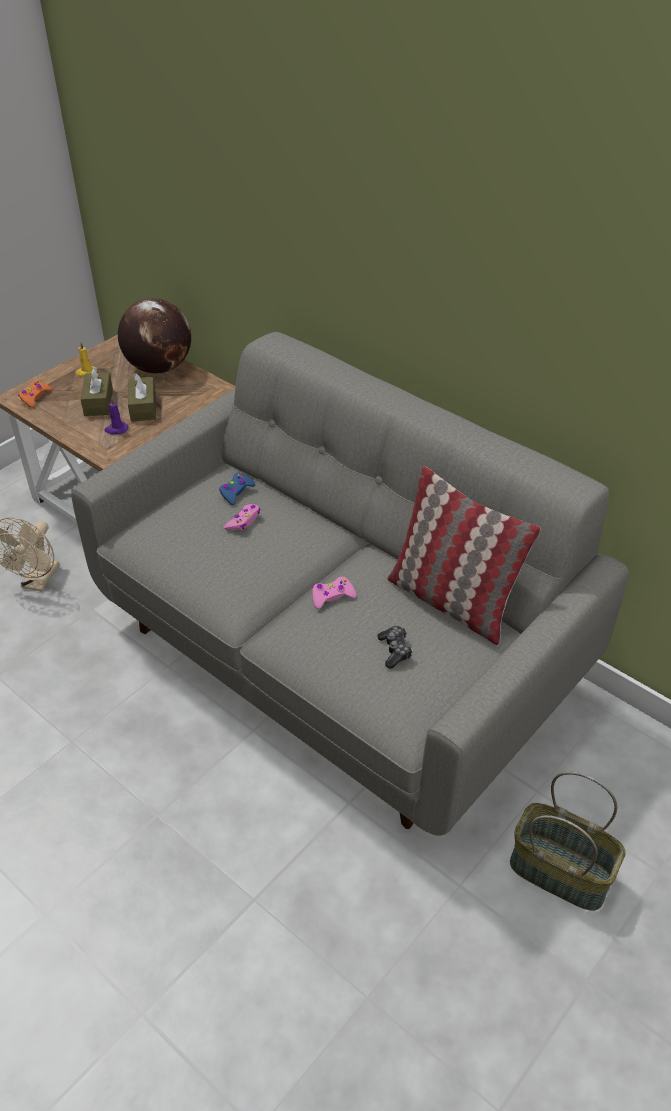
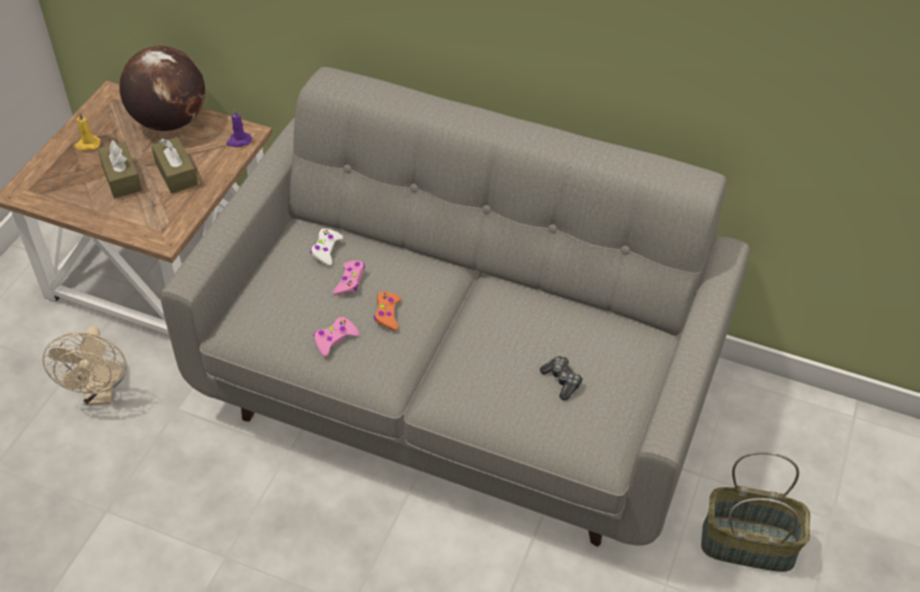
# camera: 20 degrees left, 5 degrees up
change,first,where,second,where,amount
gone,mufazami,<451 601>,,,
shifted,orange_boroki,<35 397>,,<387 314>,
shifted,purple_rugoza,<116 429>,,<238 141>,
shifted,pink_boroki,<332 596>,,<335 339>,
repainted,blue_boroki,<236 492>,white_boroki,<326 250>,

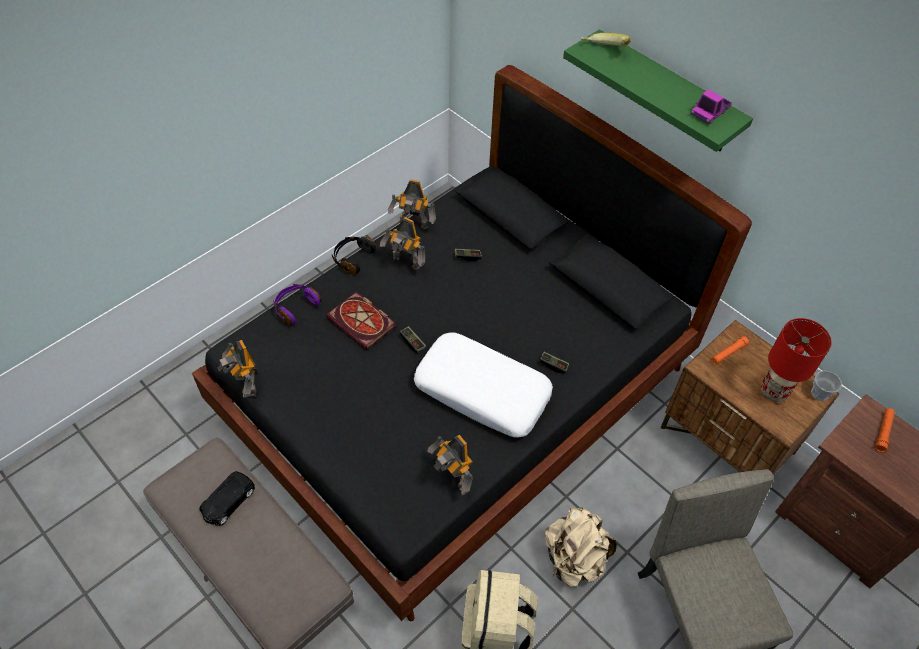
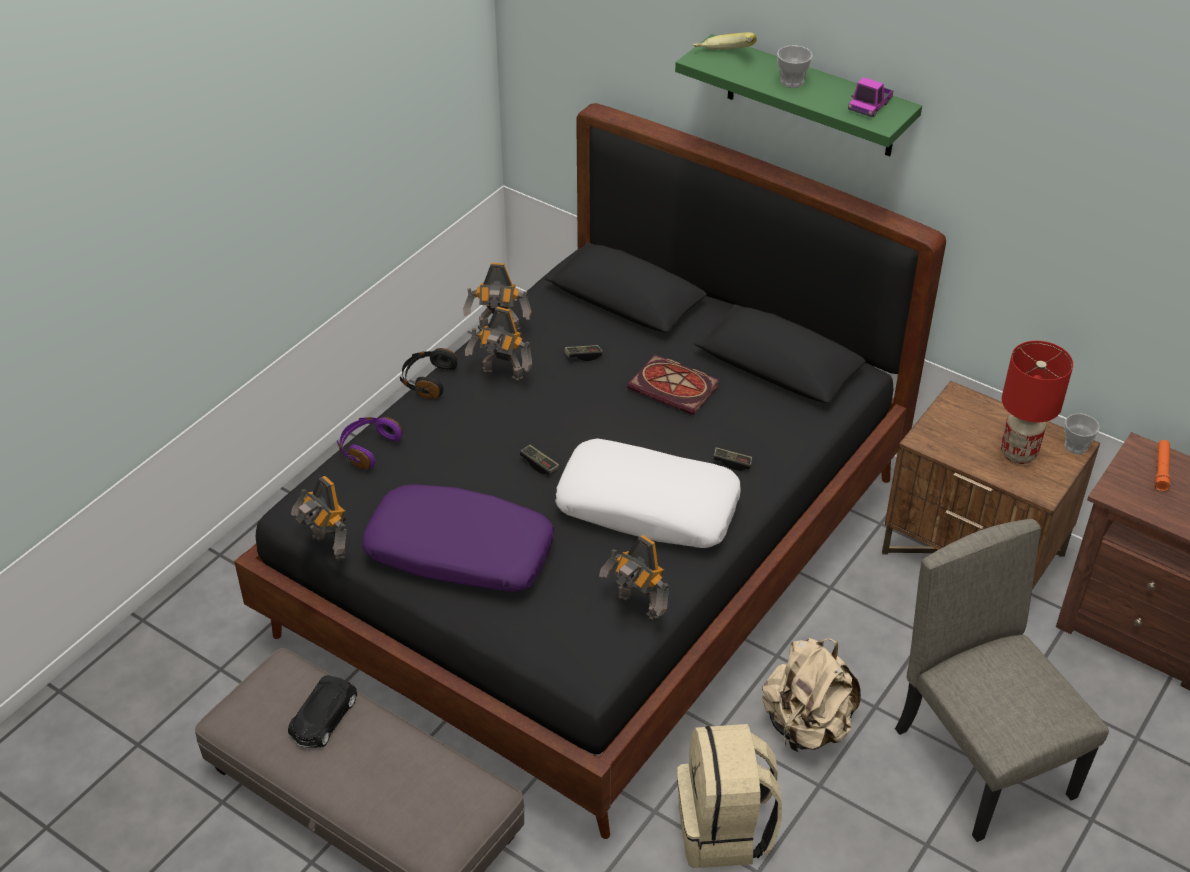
# camera: 10 degrees left, 10 degrees down
change,first,where,second,where,amount
gone,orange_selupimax,<728 353>,,,
new,,,purple_mufazami,<459 553>,
new,,,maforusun,<792 82>,
shifted,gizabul,<363 322>,,<676 388>,

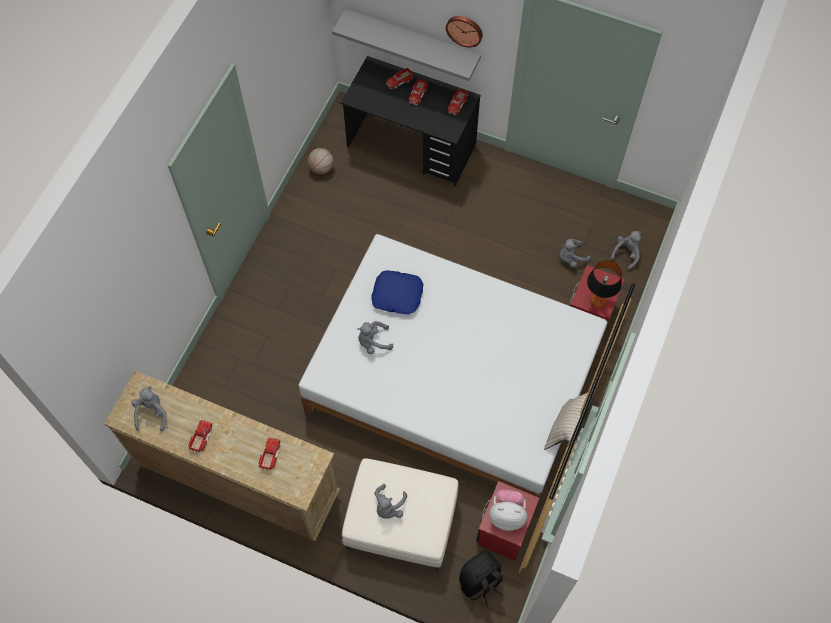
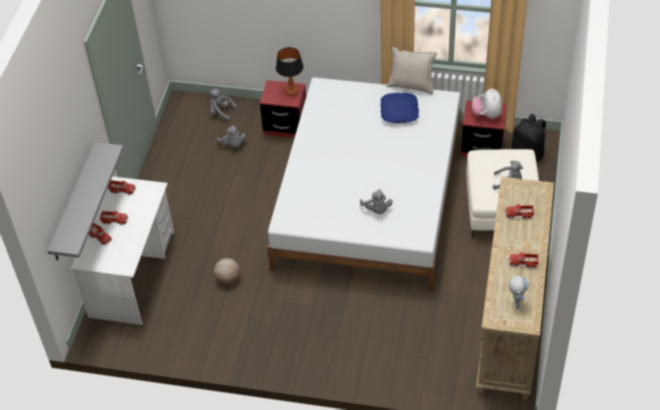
# camera: 100 degrees left, 15 degrees down
change,first,where,second,where,amount
gone,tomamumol,<465 30>,,,
shifted,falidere,<321 168>,,<228 279>,
shifted,blue_mufazami,<397 295>,,<399 111>,
swapped,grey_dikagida,<152 413>,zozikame,<516 303>,
repainted,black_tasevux,<411 146>,white_tasevux,<133 274>,

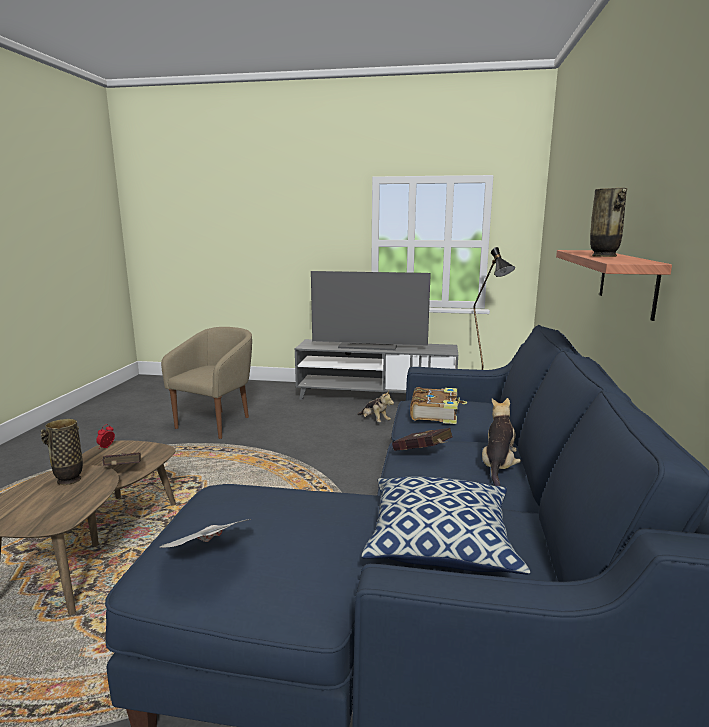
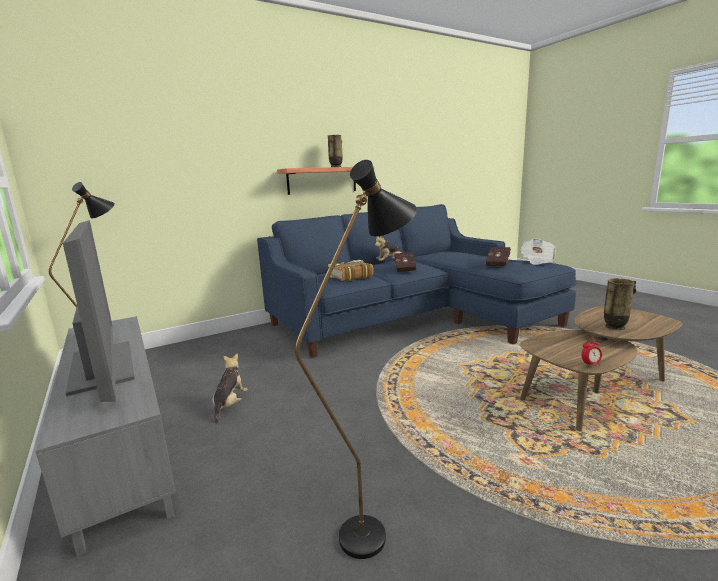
# camera: 130 degrees left, 0 degrees up
change,first,where,second,where,amount
gone,mufazami,<441 543>,,,
shifted,red_gizabul,<123 472>,,<498 264>,
swapped,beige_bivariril,<217 423>,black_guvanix,<374 527>,

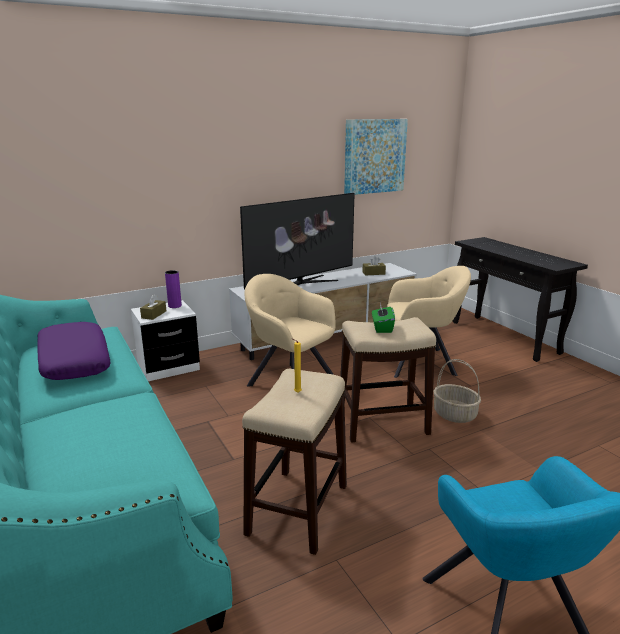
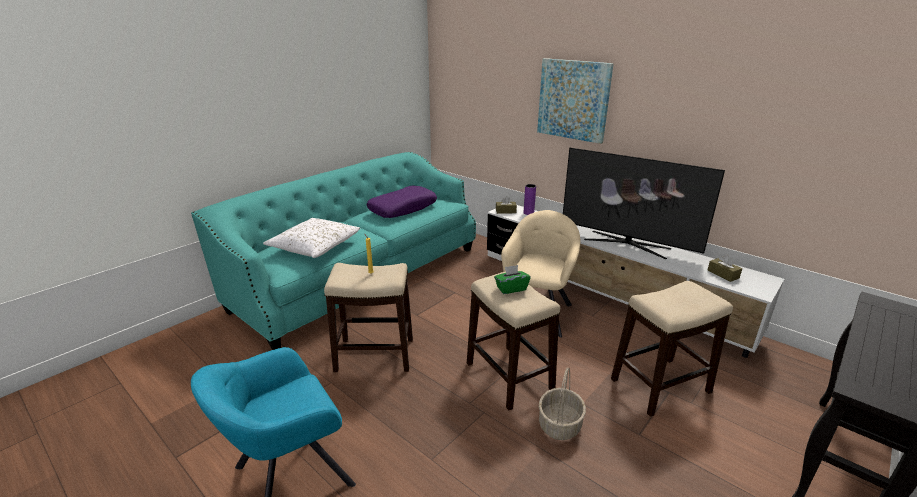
# camera: 70 degrees right, 5 degrees up
change,first,where,second,where,amount
new,,,white_mufazami,<315 246>,
shifted,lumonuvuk,<374 156>,,<573 100>,
swapped,beige_bivariril,<421 362>,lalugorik,<659 386>,

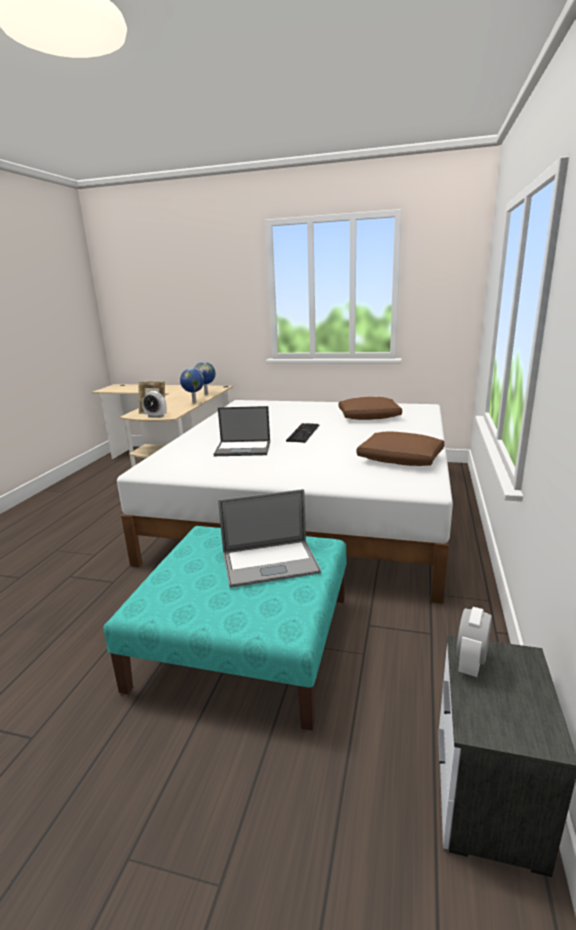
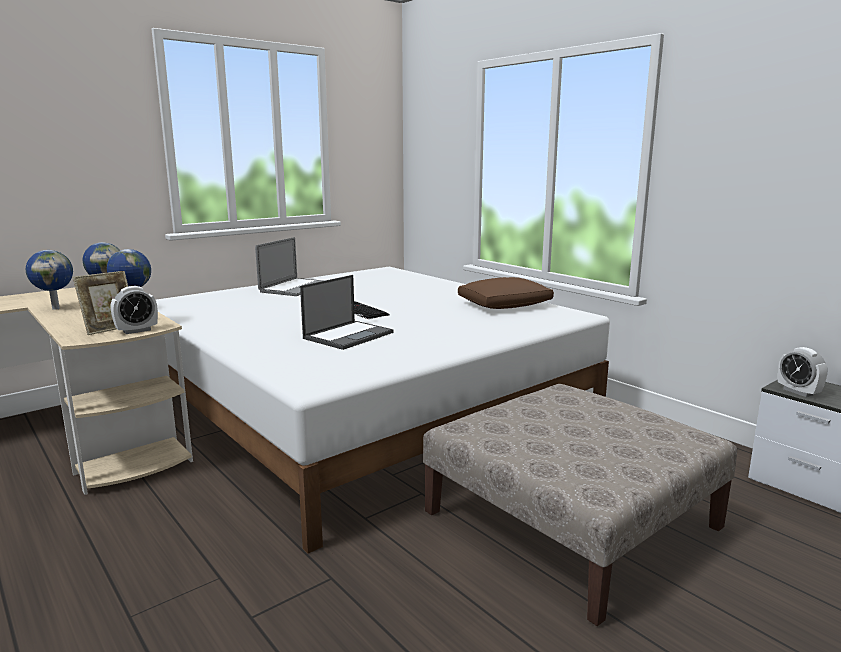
# camera: 55 degrees left, 5 degrees down
change,first,where,second,where,amount
gone,brown_mufazami,<369 417>,,,
new,,,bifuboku,<56 308>,
shifted,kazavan,<270 563>,,<296 287>,
repainted,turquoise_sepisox,<246 641>,beige_sepisox,<571 519>,

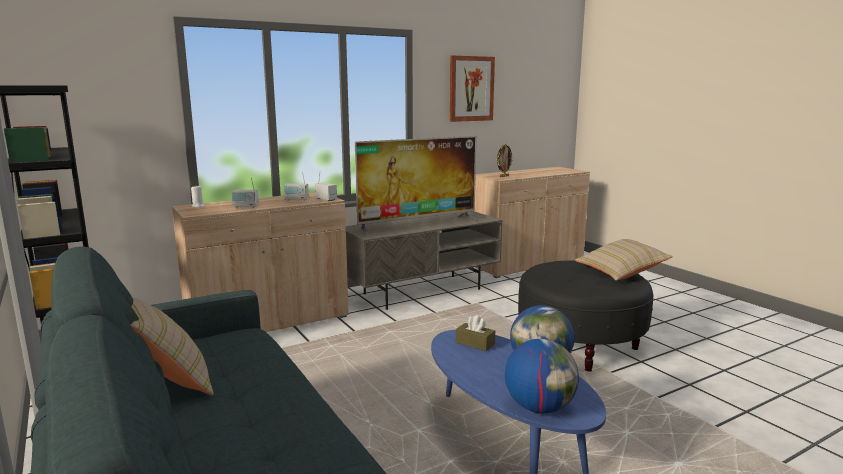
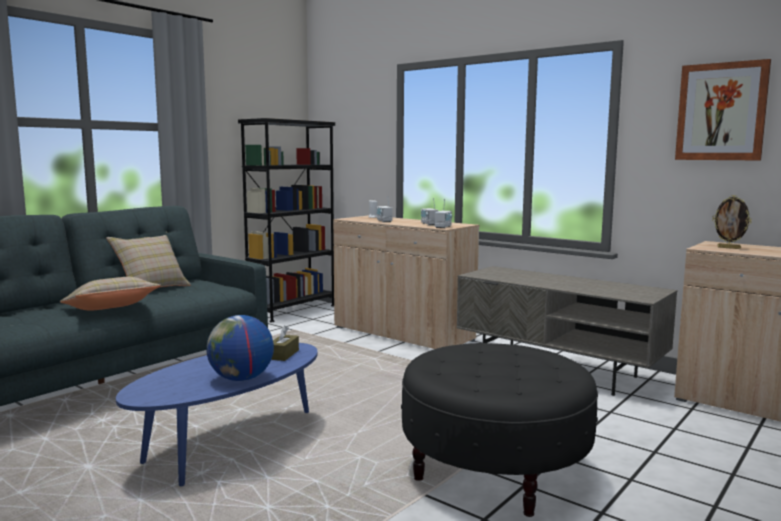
# camera: 70 degrees right, 5 degrees down
change,first,where,second,where,amount
gone,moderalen,<418 225>,,,
gone,bifuboku,<539 407>,,,
shifted,beige_mufazami,<621 272>,,<111 310>,

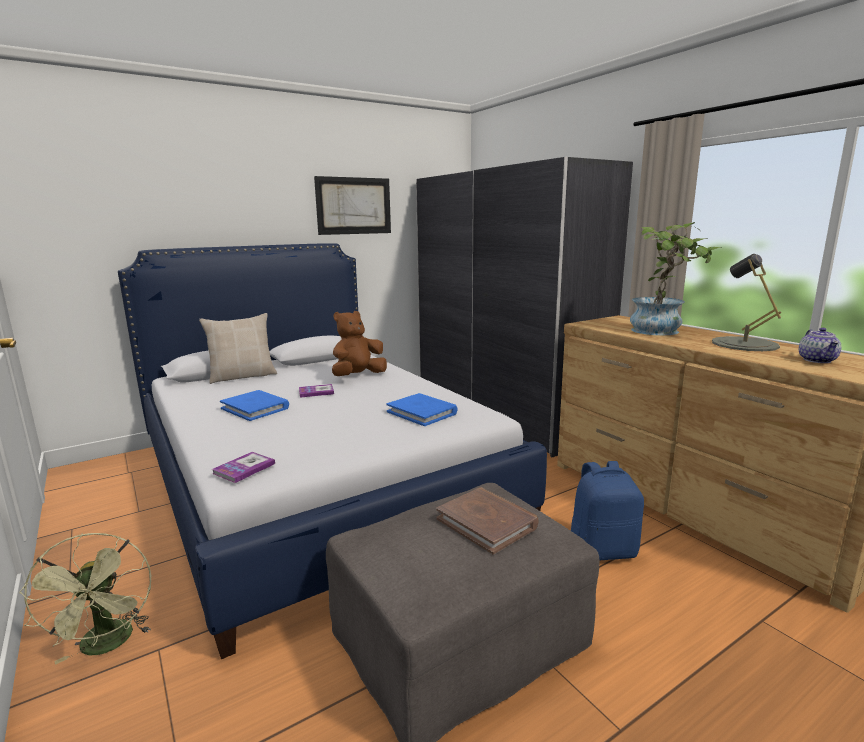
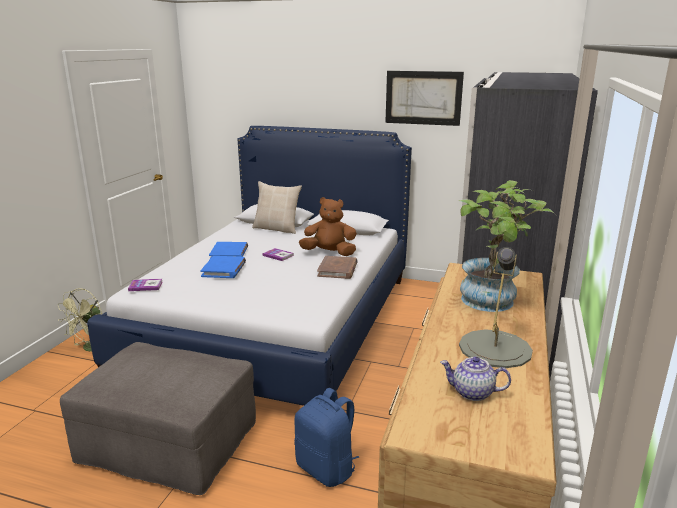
# camera: 50 degrees right, 5 degrees up
change,first,where,second,where,amount
shifted,blue_gizabul,<422 412>,,<224 269>,
shifted,brown_gizabul,<487 523>,,<337 270>,
rotated,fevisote,<817 360>,,<472 393>,45 degrees clockwise

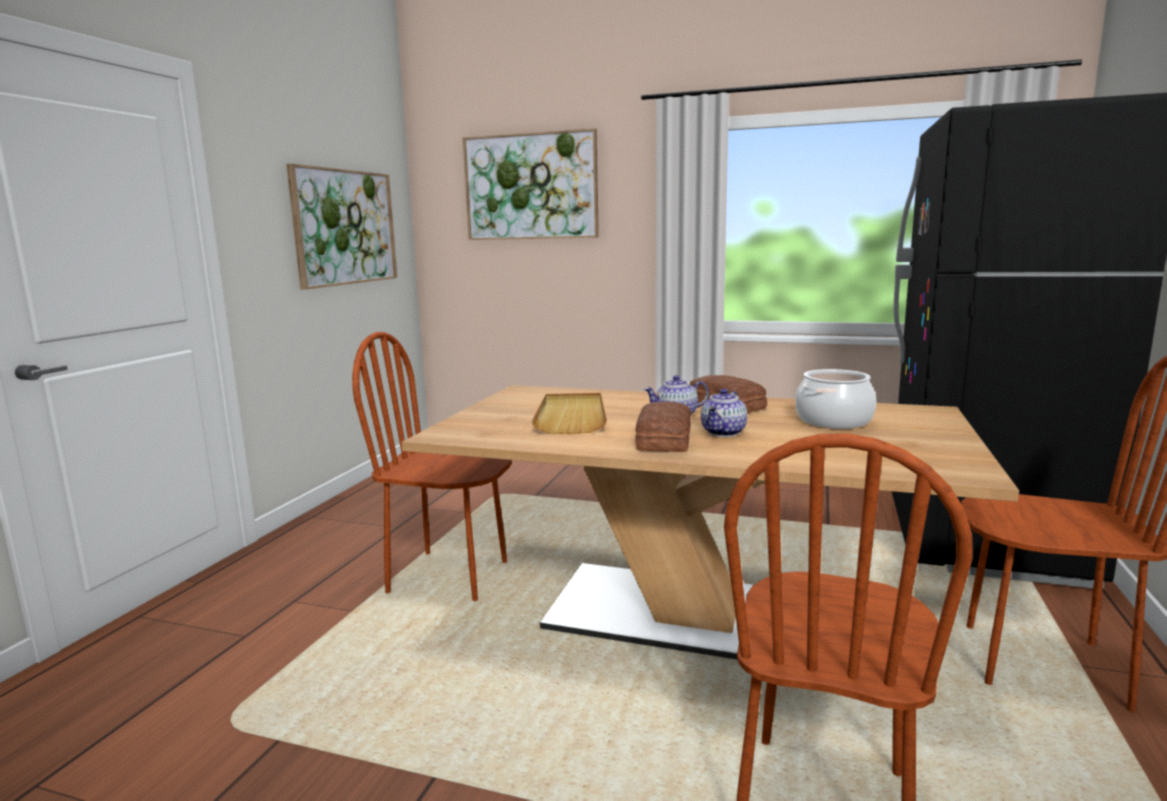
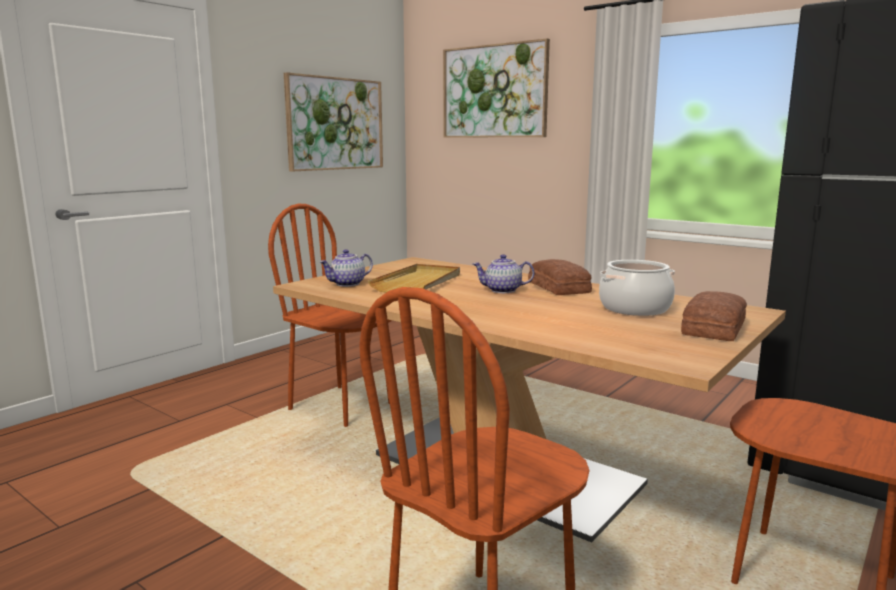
# camera: 20 degrees right, 0 degrees up
change,first,where,second,where,amount
shifted,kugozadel,<666 439>,,<715 328>,
shifted,fevisote,<724 433>,,<347 284>,

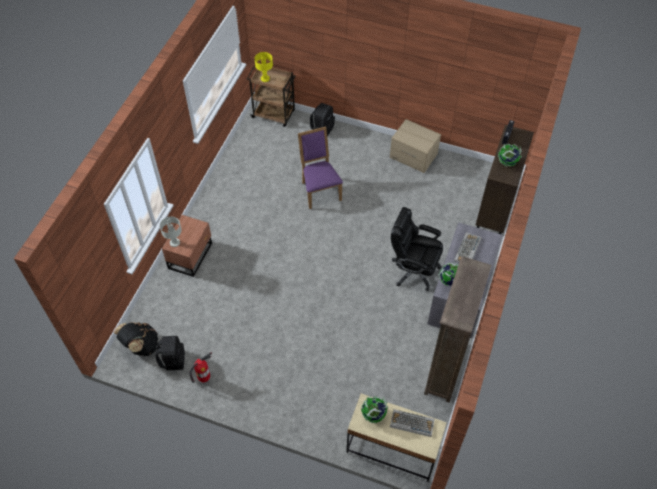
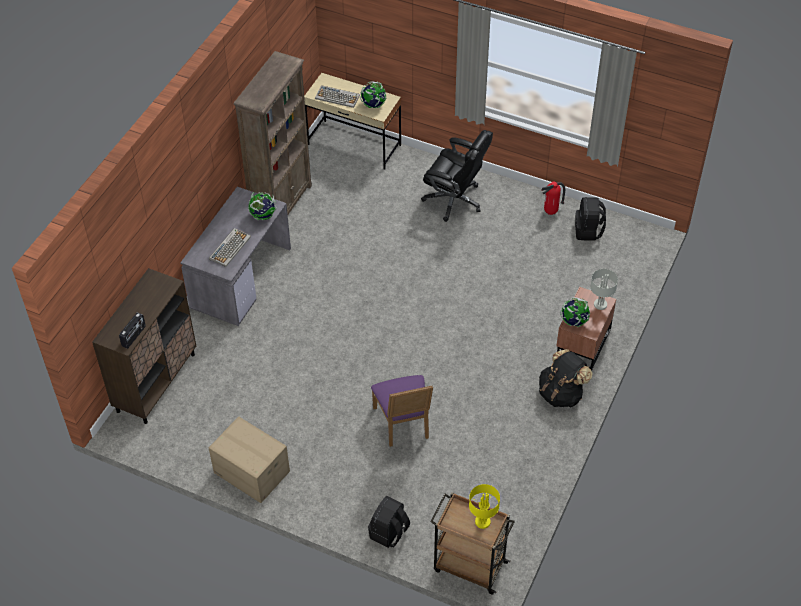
# camera: 175 degrees left, 5 degrees down
change,first,where,second,where,amount
shifted,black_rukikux,<141 346>,,<561 393>,
shifted,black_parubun,<413 270>,,<455 200>,
shifted,bifuboku,<507 162>,,<574 321>,

